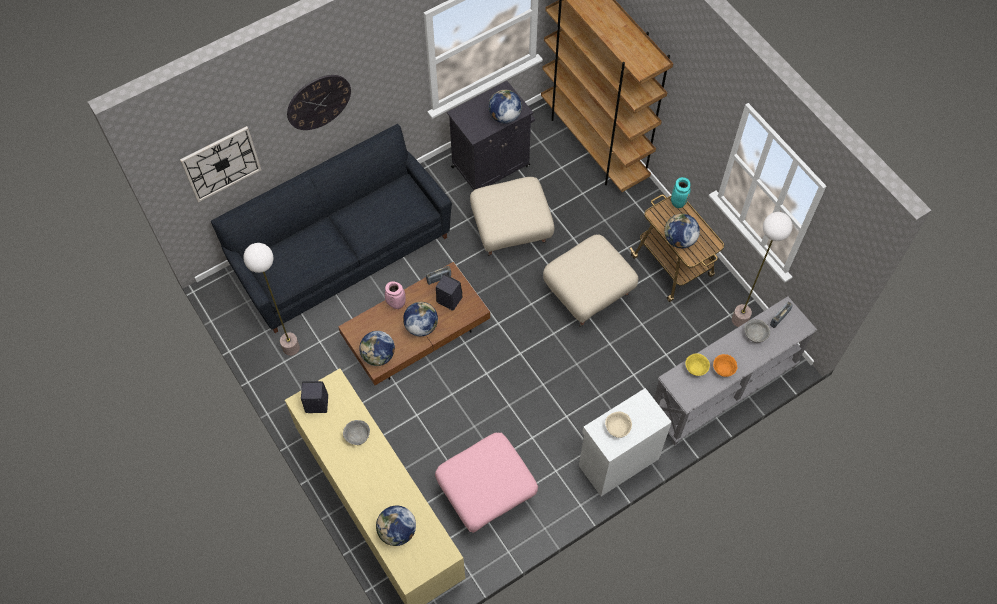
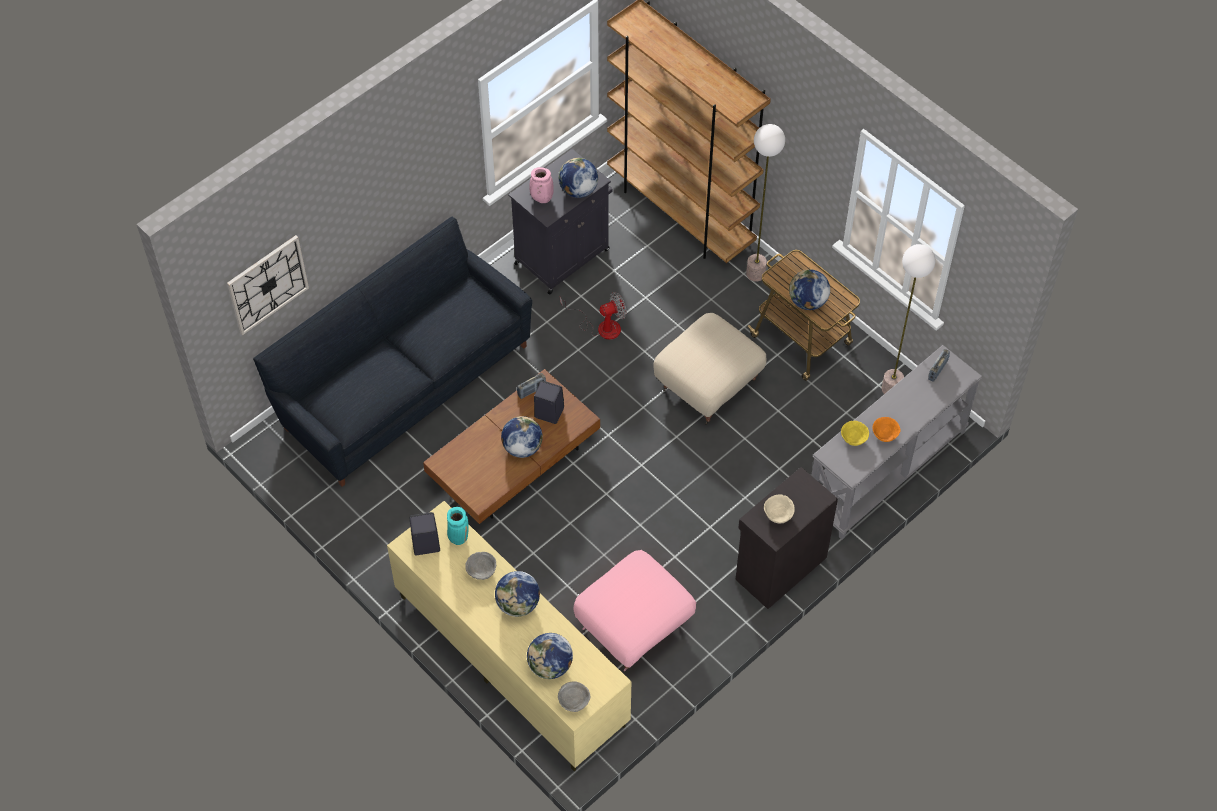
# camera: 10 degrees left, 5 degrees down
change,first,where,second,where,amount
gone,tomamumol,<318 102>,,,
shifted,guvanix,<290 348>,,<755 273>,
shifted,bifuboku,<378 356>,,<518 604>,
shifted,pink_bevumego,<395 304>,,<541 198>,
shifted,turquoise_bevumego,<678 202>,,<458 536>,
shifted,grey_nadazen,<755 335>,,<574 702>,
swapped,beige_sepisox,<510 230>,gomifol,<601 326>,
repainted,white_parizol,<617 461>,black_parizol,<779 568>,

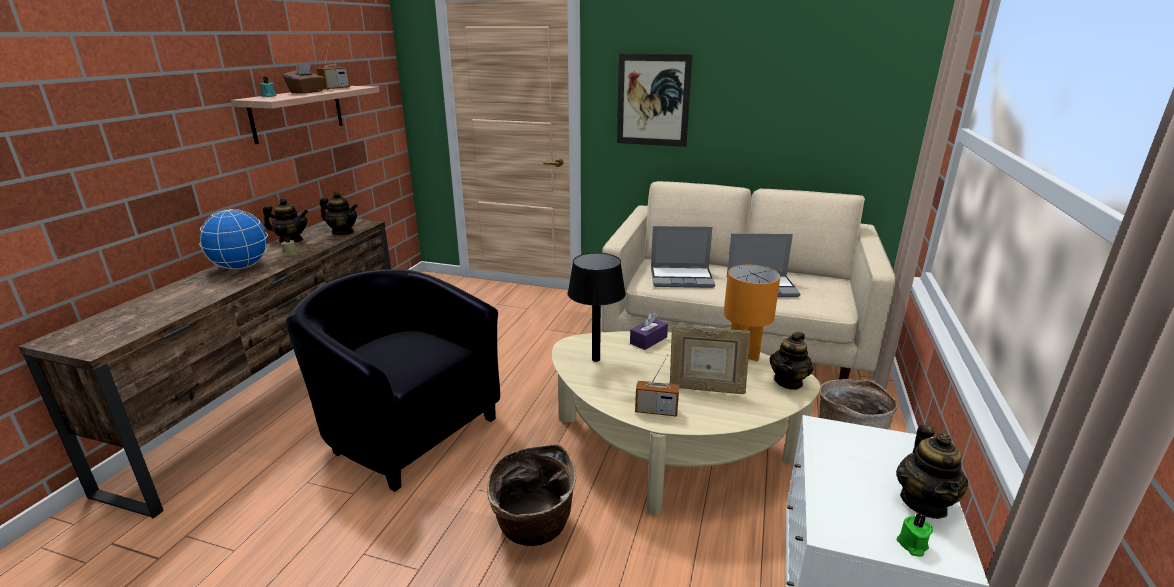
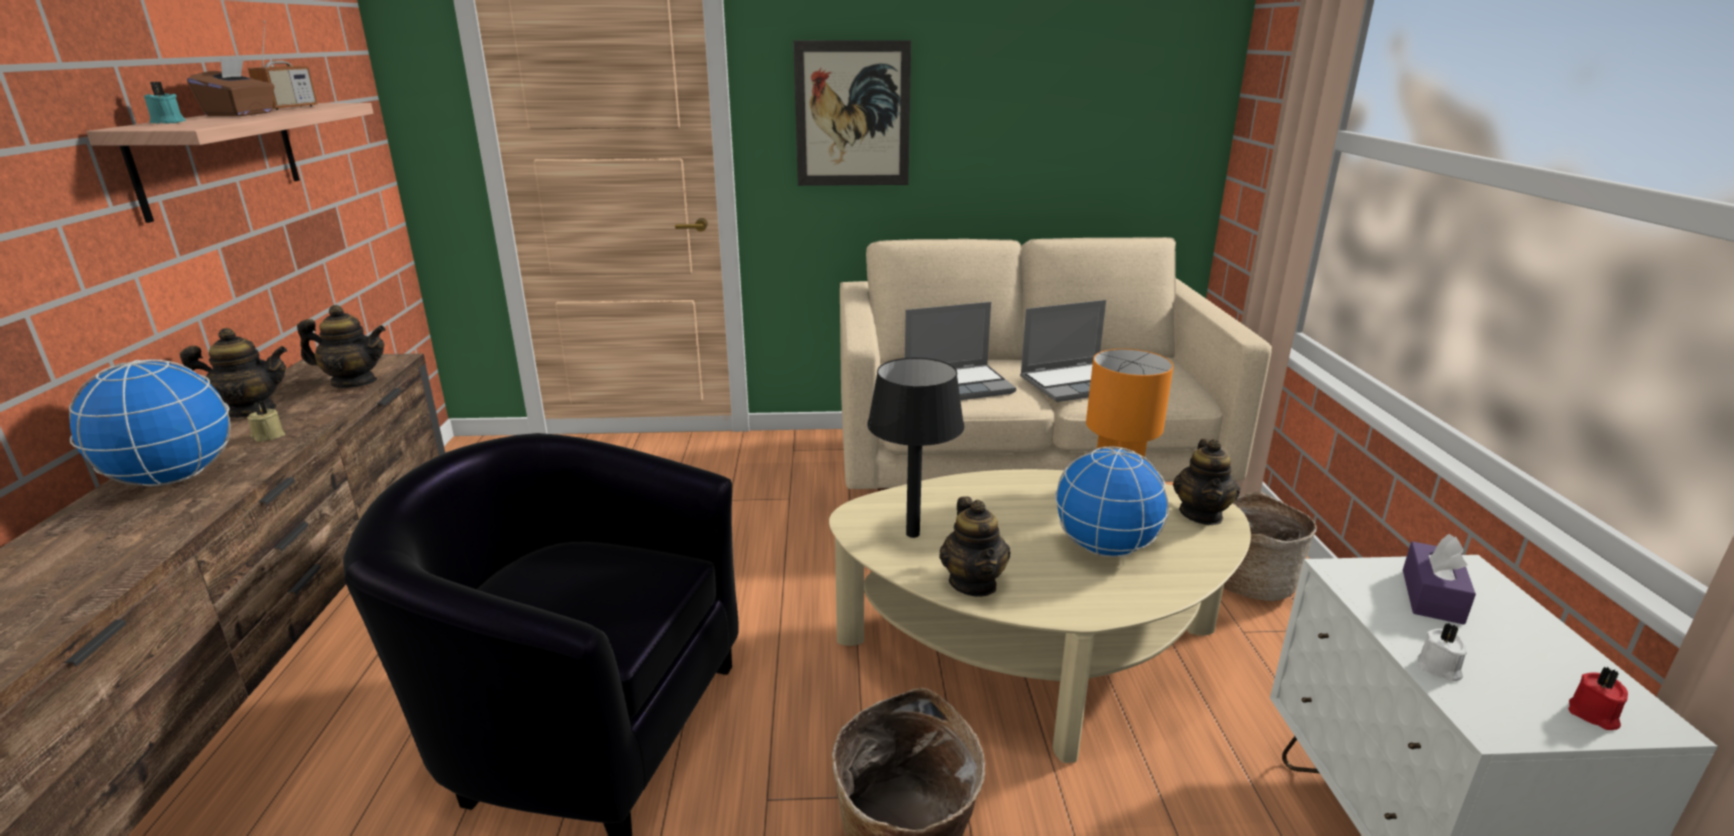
# camera: 20 degrees left, 0 degrees up
change,first,where,second,where,amount
gone,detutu,<656 411>,,,
new,,,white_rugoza,<1439 668>,
shifted,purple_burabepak,<648 340>,,<1432 596>,
shifted,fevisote,<924 503>,,<973 583>,
swapped,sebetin,<706 389>,bifuboku,<1104 548>,
repainted,green_rugoza,<912 545>,red_rugoza,<1593 715>,

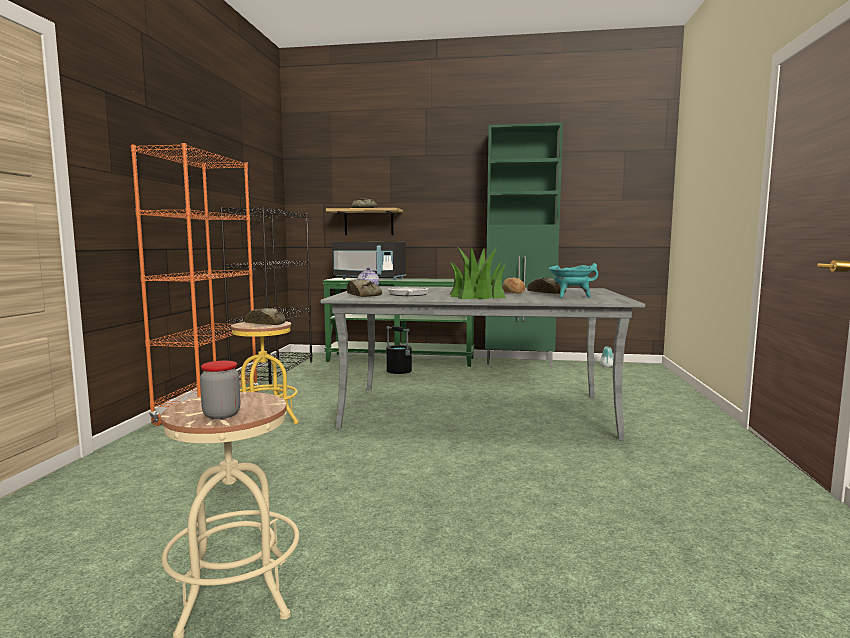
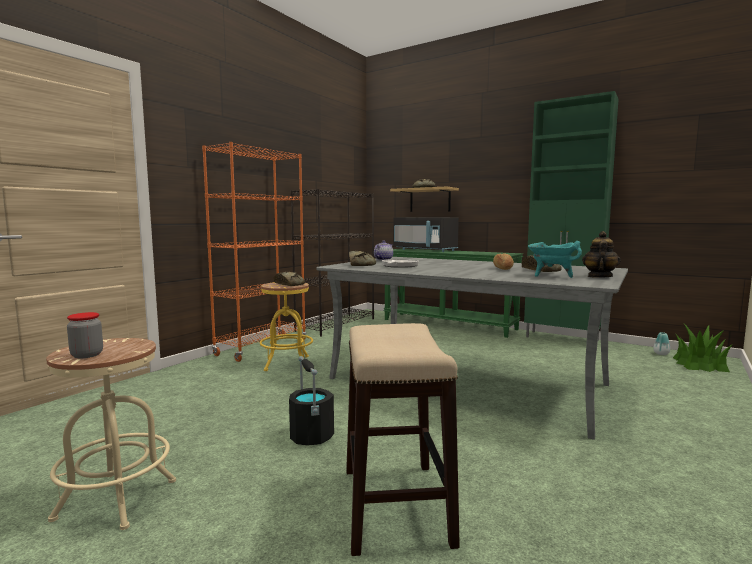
# camera: 25 degrees right, 0 degrees up
change,first,where,second,where,amount
new,,,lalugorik,<395 505>,
new,,,fevisote,<599 277>,
shifted,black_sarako,<398 372>,,<311 436>,
shifted,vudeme,<476 296>,,<699 364>,

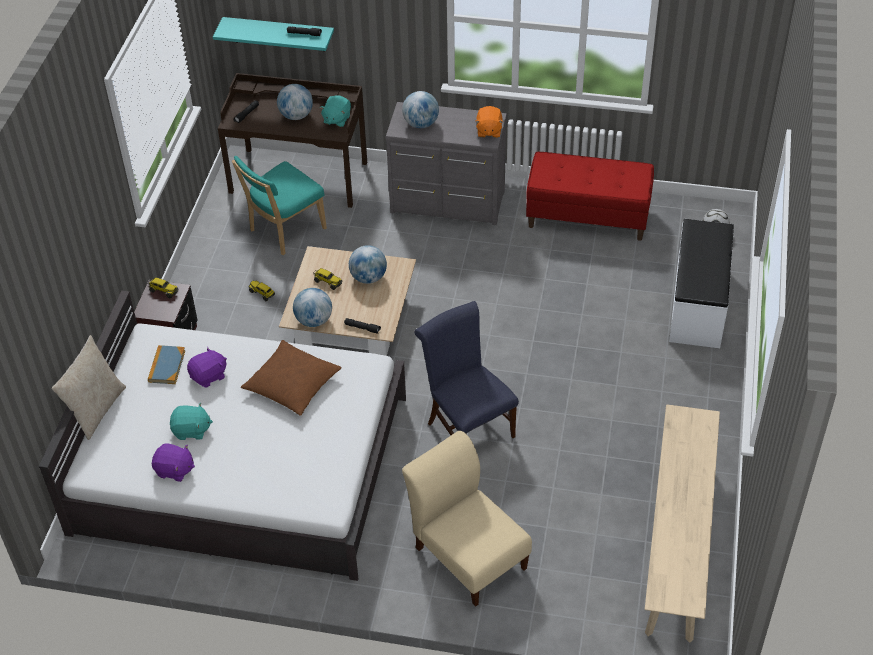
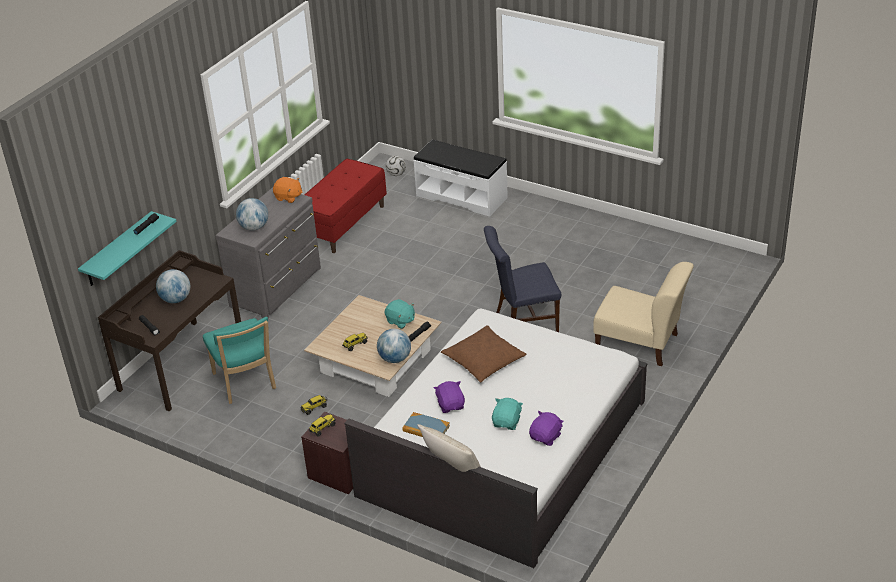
# camera: 70 degrees left, 10 degrees down
change,first,where,second,where,amount
gone,bifuboku,<368 278>,,,
gone,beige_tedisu,<677 541>,,,
shifted,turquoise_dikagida,<336 119>,,<400 321>,
rotated,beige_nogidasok,<468 554>,,<640 343>,135 degrees counterclockwise

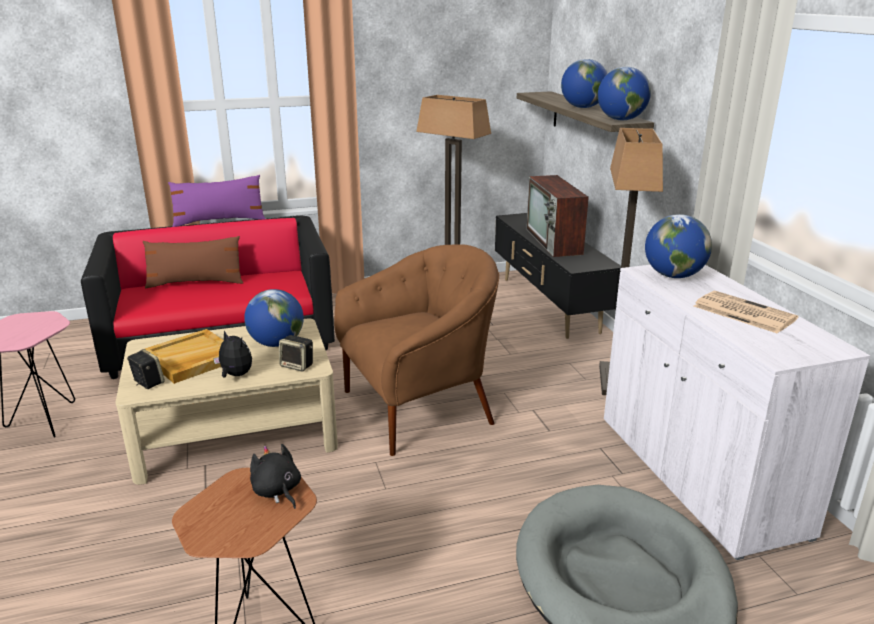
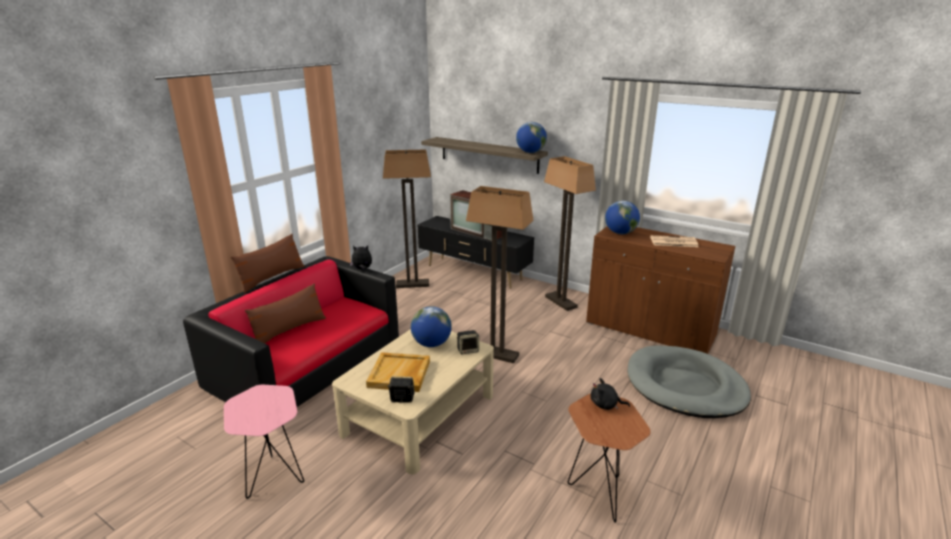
# camera: 40 degrees left, 0 degrees up
change,first,where,second,where,amount
gone,bifuboku,<583 107>,,,
shifted,dikagida,<235 375>,,<362 269>,
swapped,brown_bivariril,<419 407>,guvanix,<497 354>,
repainted,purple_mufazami,<219 221>,brown_mufazami,<272 278>,
repainted,white_parizol,<697 474>,brown_parizol,<649 330>,

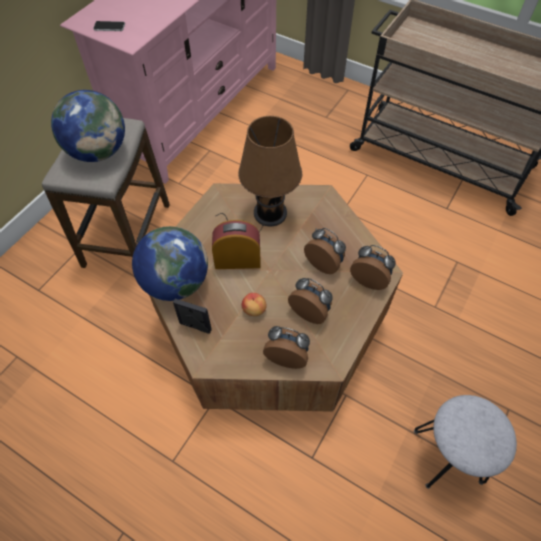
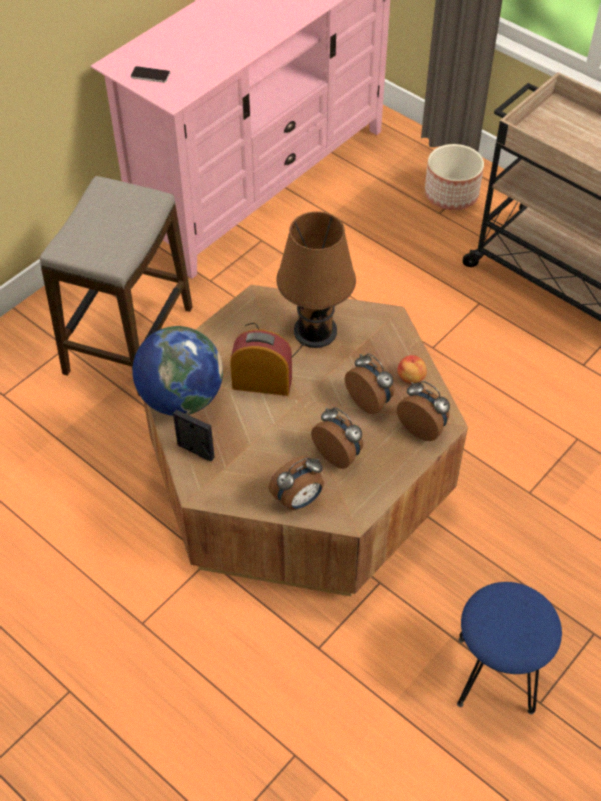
# camera: 10 degrees right, 5 degrees down
change,first,where,second,where,amount
gone,bifuboku,<98 151>,,,
new,,,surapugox,<451 195>,
shifted,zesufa,<254 310>,,<411 378>,
repainted,grey_lalugorik,<447 456>,blue_lalugorik,<494 674>,
rotated,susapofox,<287 356>,,<298 500>,120 degrees clockwise

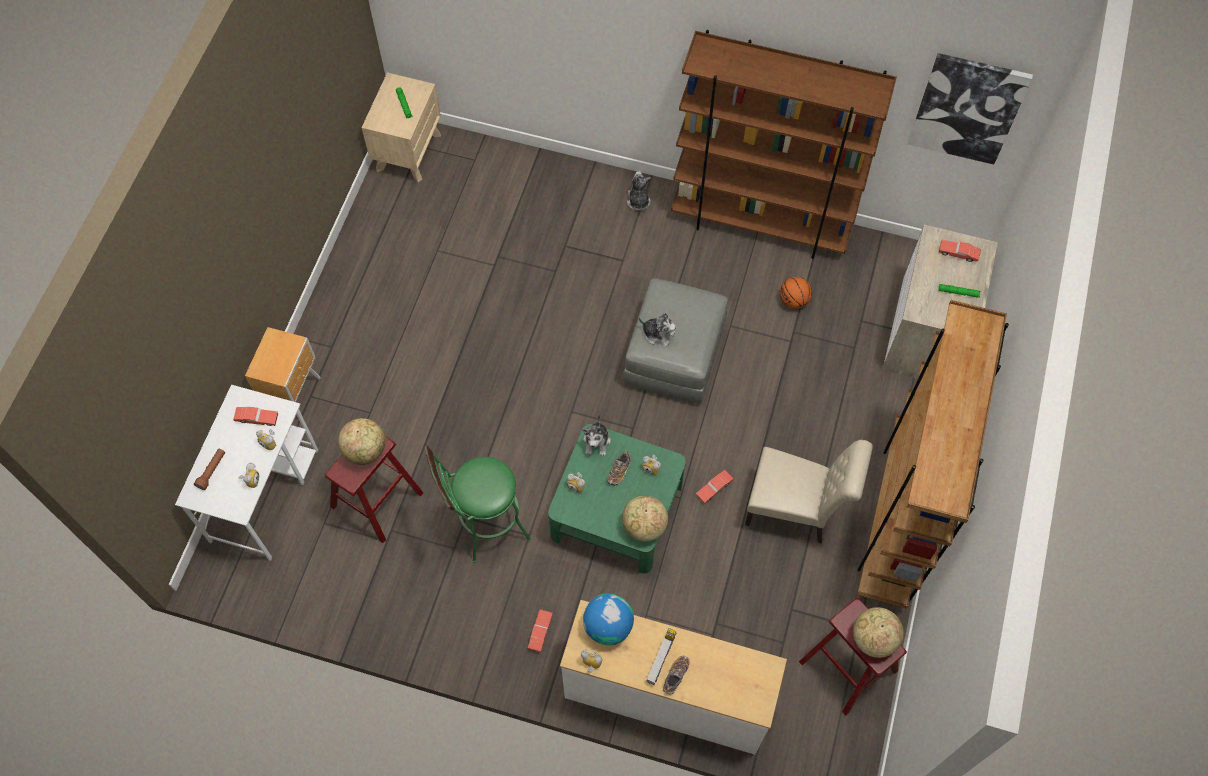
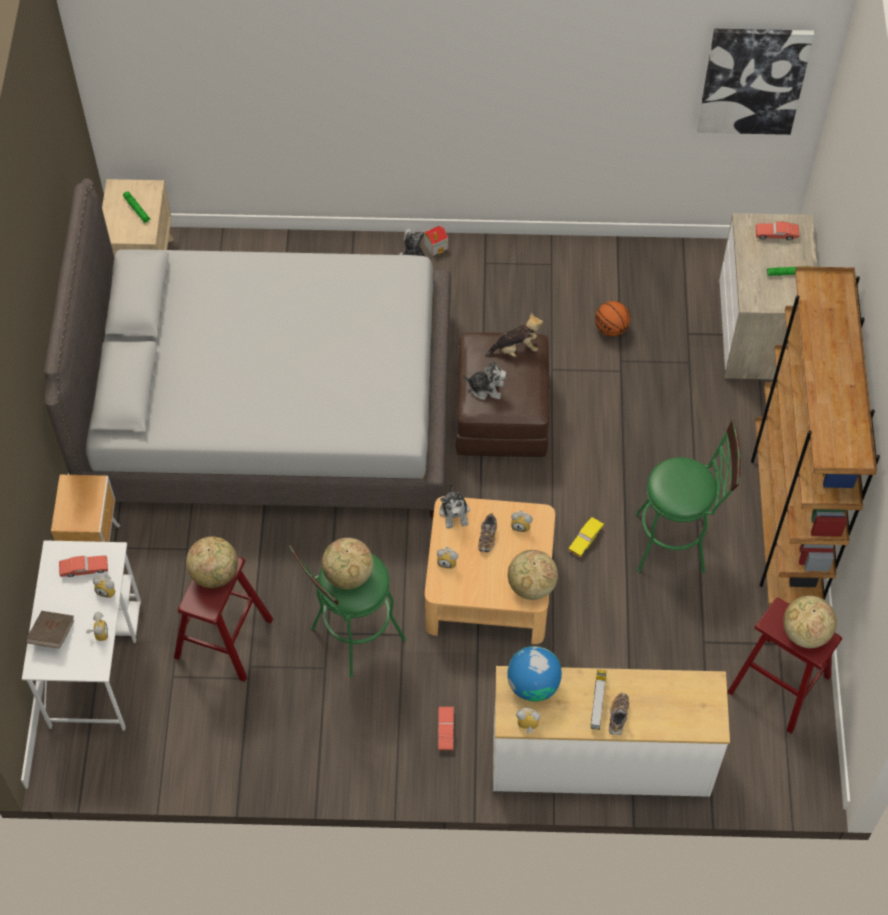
# camera: 15 degrees left, 5 degrees down
change,first,where,second,where,amount
gone,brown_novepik,<761 224>,,,
new,,,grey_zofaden,<270 407>,
new,,,bifuboku,<348 575>,
new,,,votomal,<436 246>,
new,,,dikagida,<515 349>,
swapped,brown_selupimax,<212 471>,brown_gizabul,<52 634>,
swapped,beige_nogidasok,<795 511>,green_lalugorik,<678 542>,
repainted,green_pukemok,<617 510>,beige_pukemok,<489 586>,
repainted,grey_sepisox,<674 354>,brown_sepisox,<501 412>,
repainted,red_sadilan,<714 488>,yellow_sadilan,<585 539>,

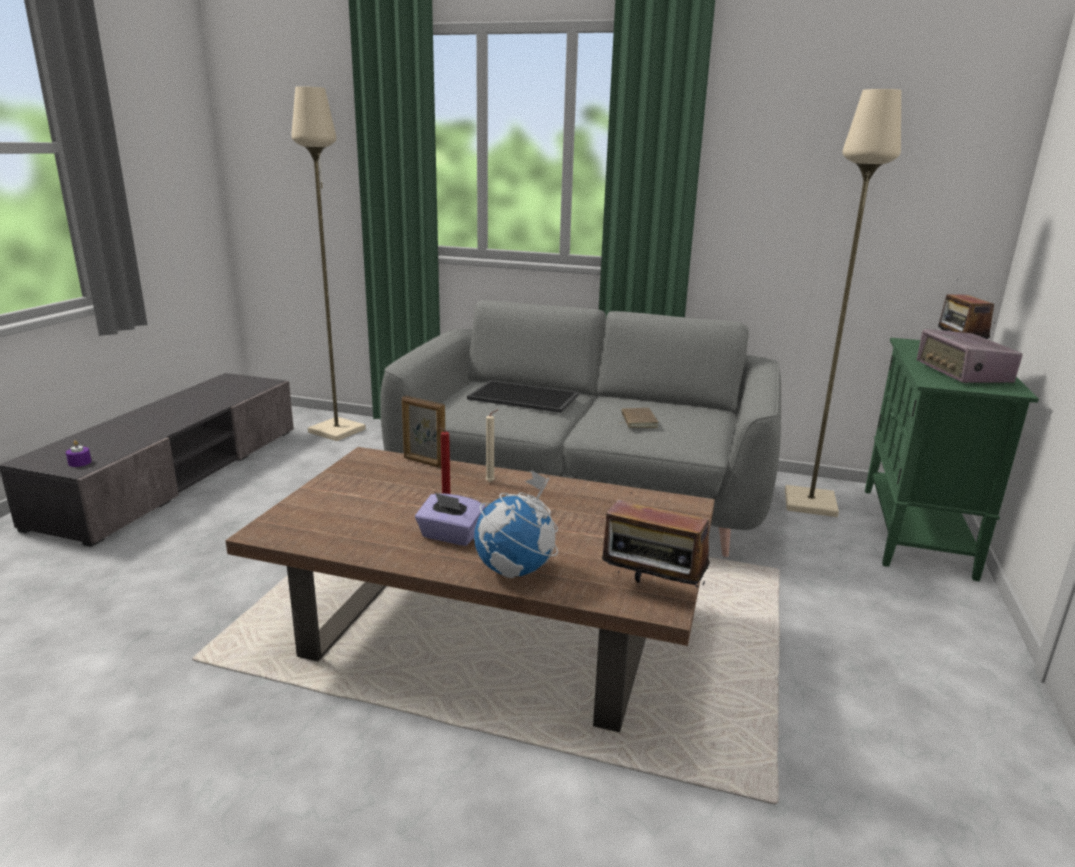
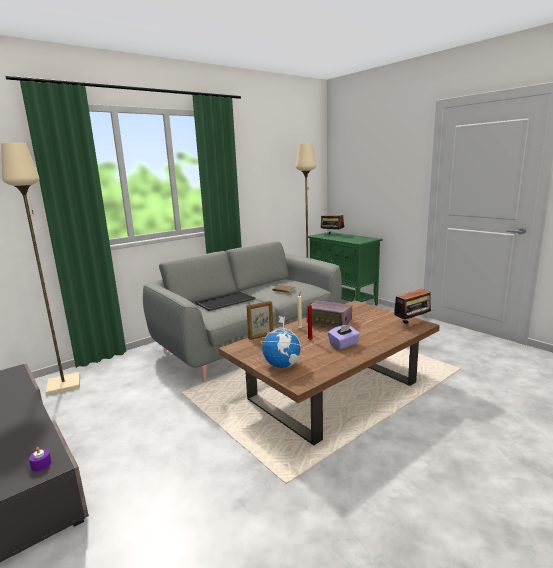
# camera: 55 degrees left, 5 degrees down
change,first,where,second,where,amount
shifted,bifuboku,<516 570>,,<282 365>,
shifted,detutu,<962 374>,,<329 322>,

